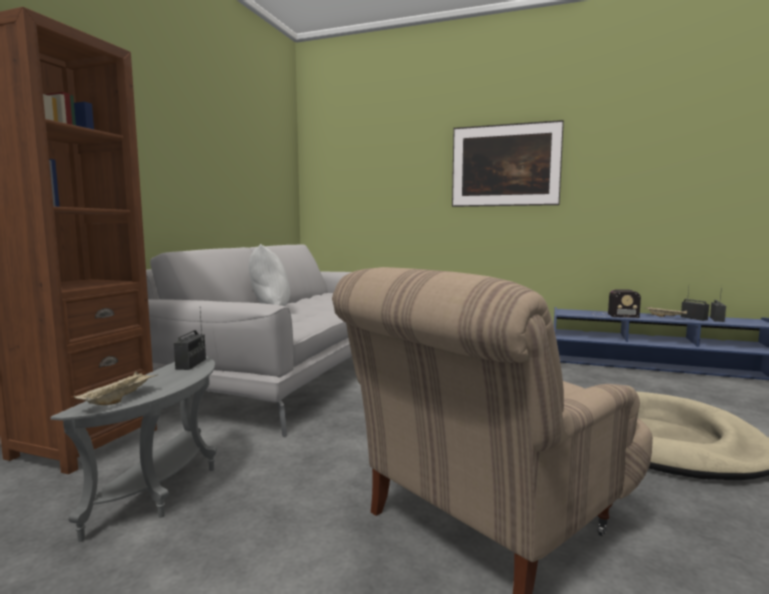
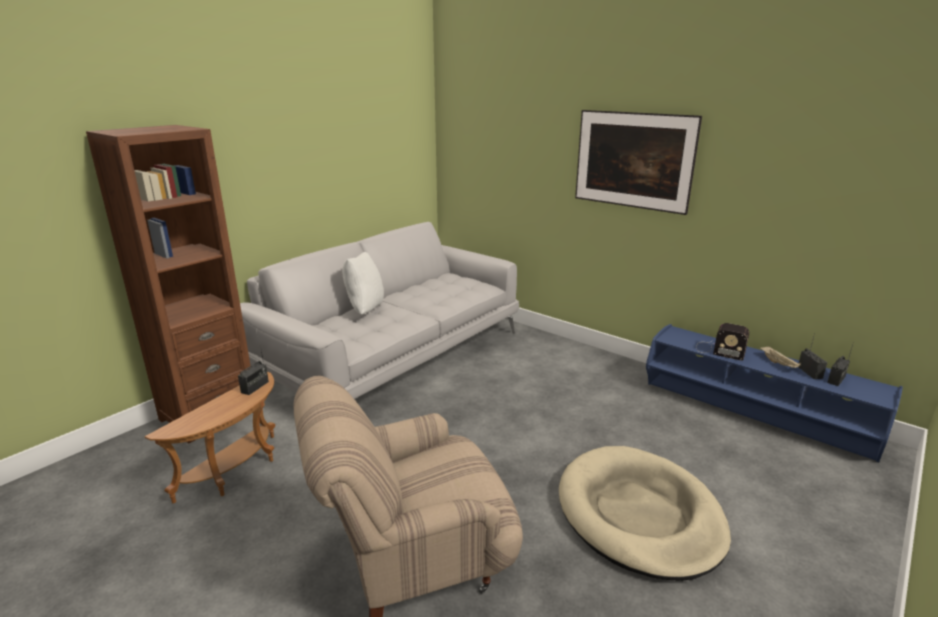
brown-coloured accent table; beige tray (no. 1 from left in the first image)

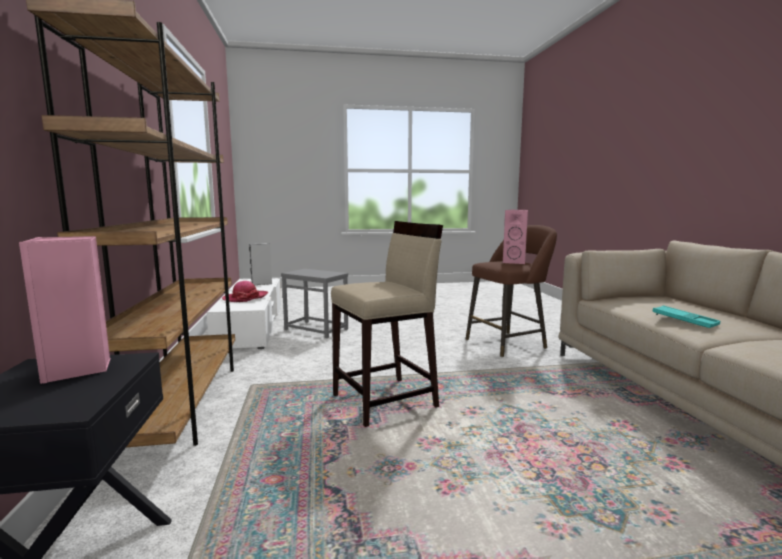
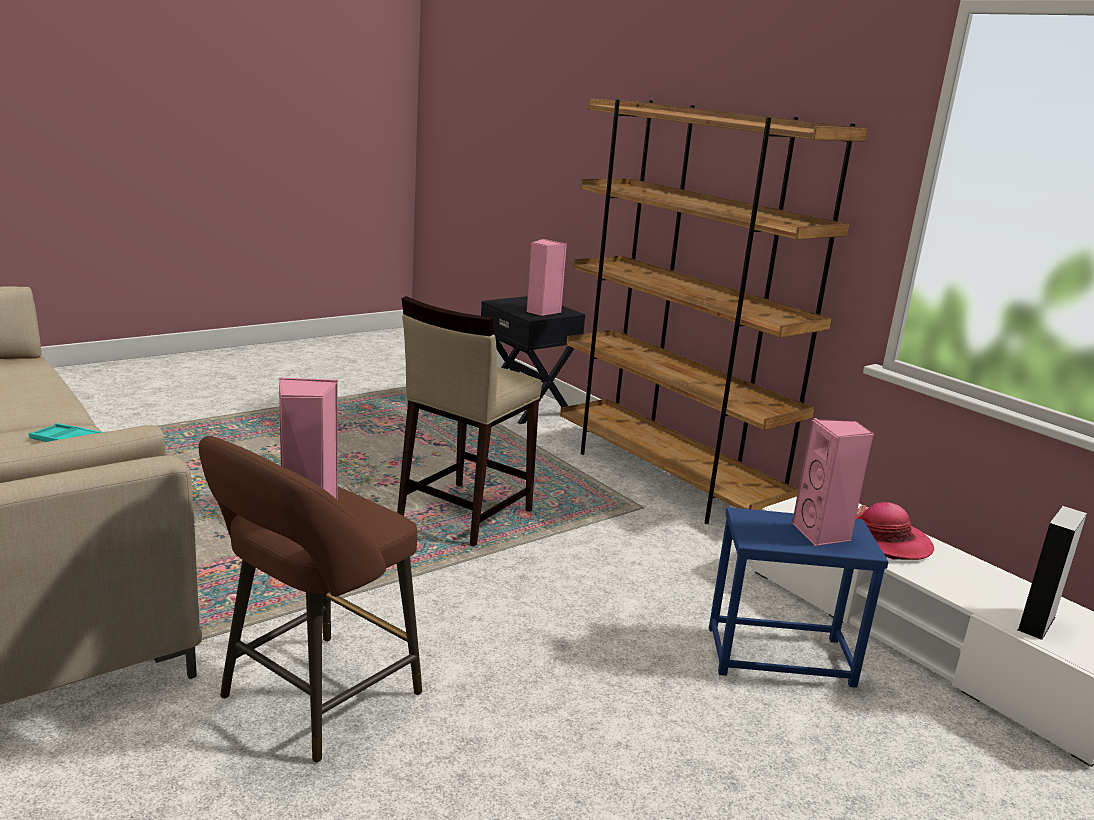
bluish accent table; pinkish speaker (no. 3 from left)

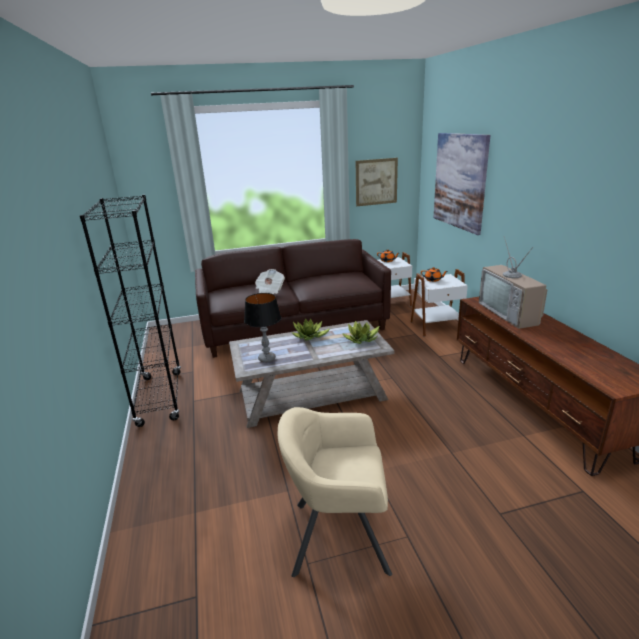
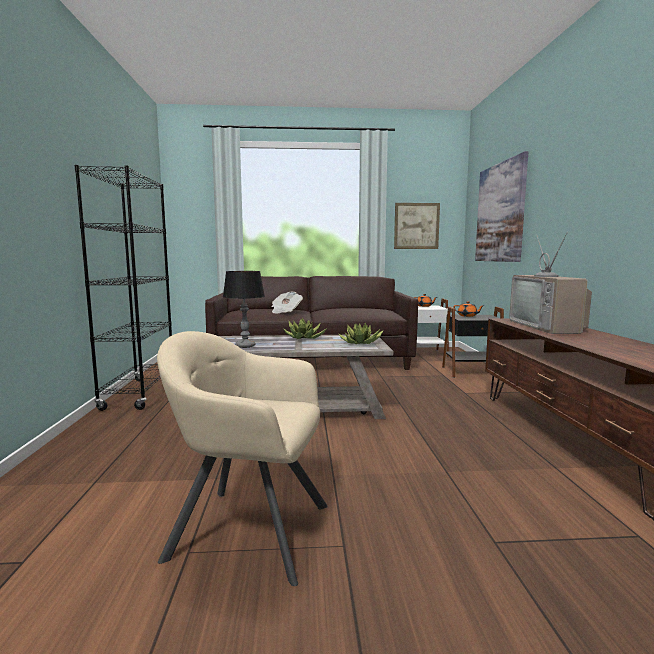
blackish accent table

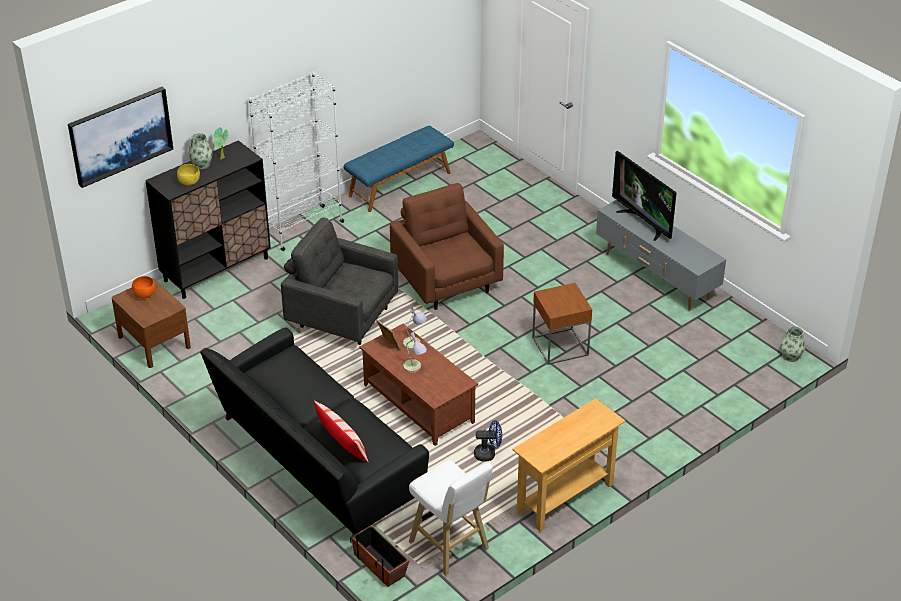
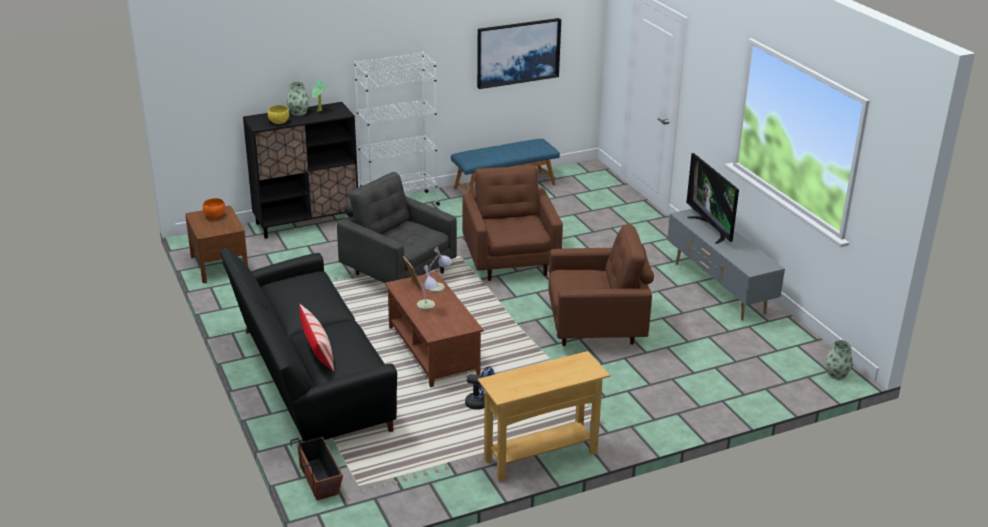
wall picture; brown-coloured lounge chair (no. 2 from left); whitish stool seat

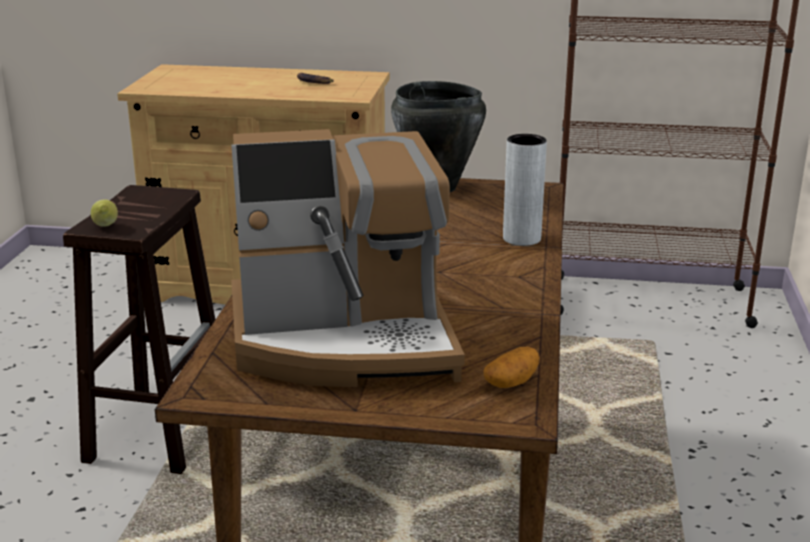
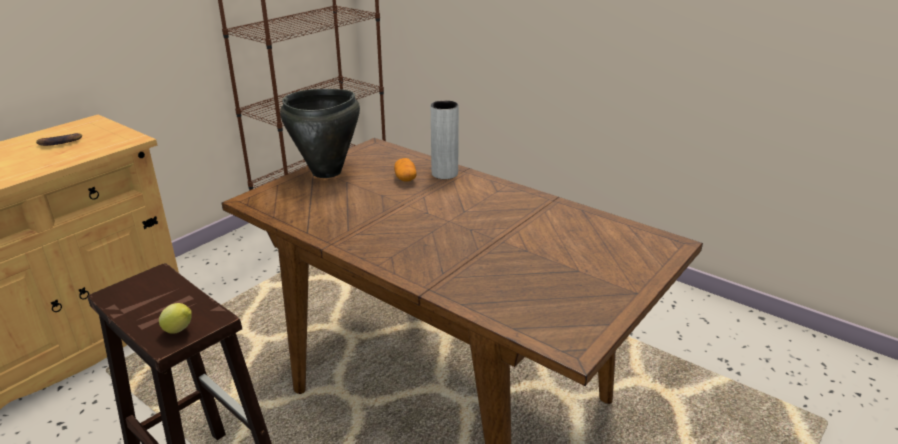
coffee brewer; spud

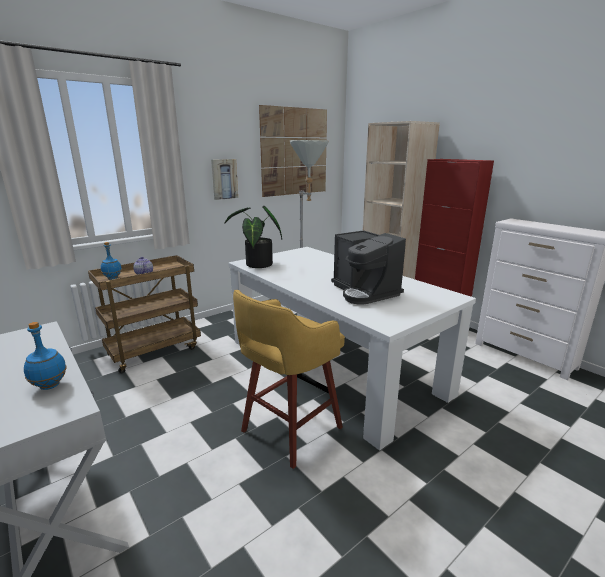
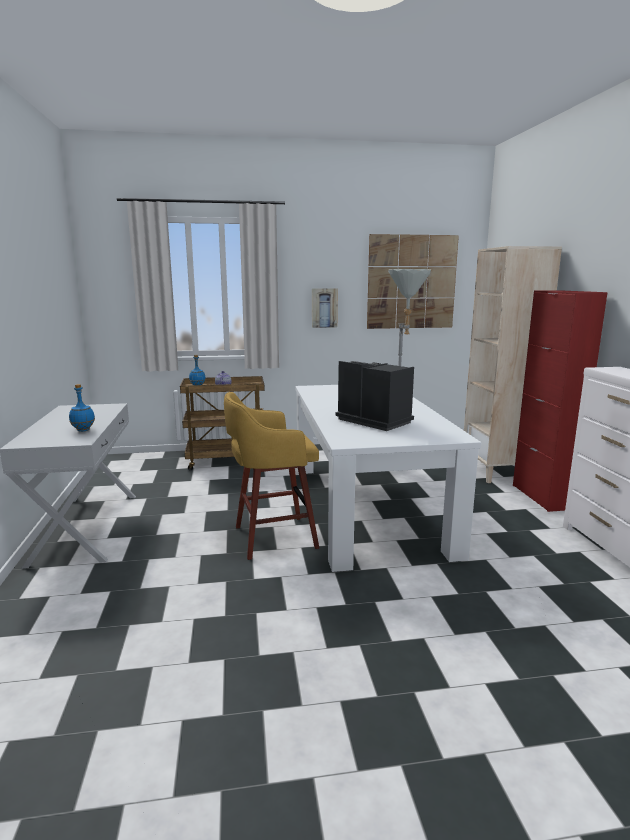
potted plant; coffee brewer

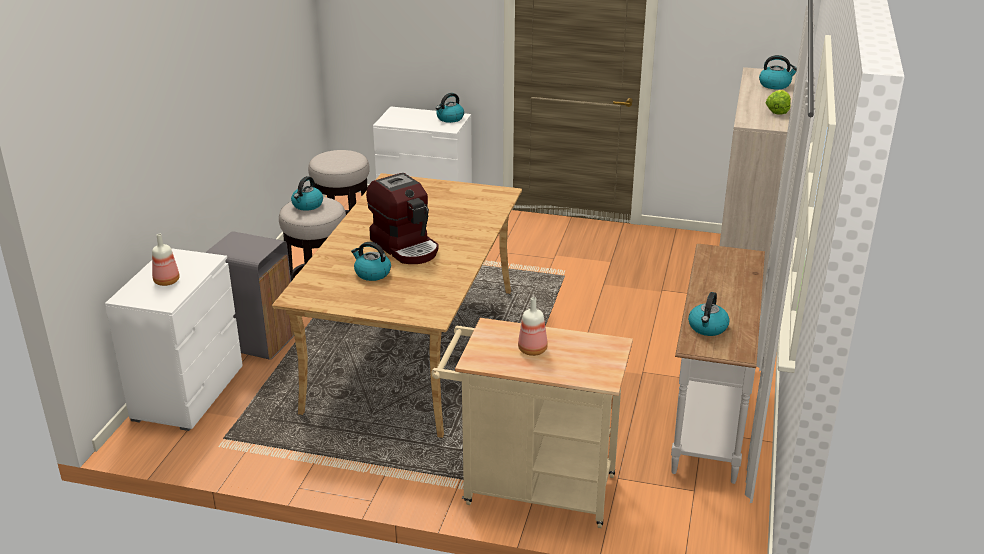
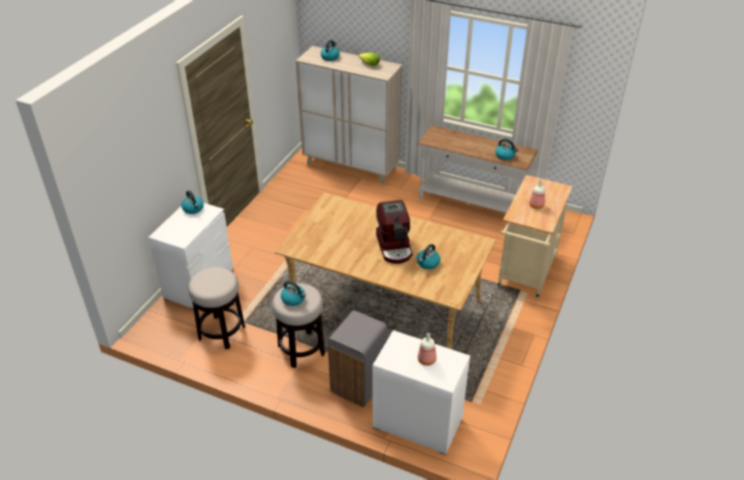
coffee brewer

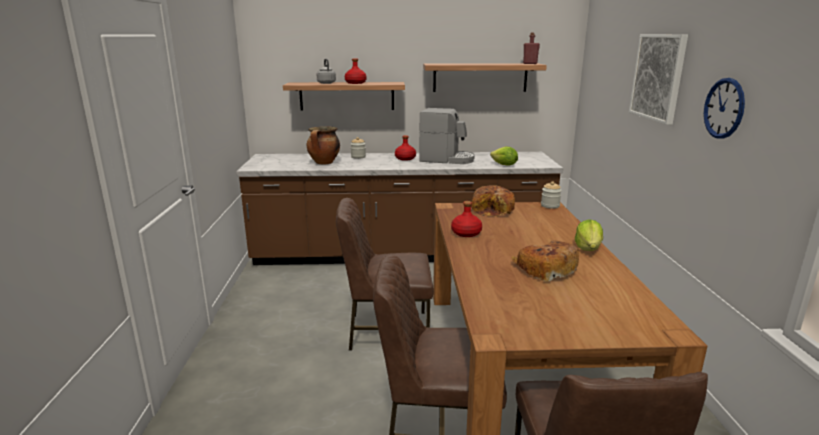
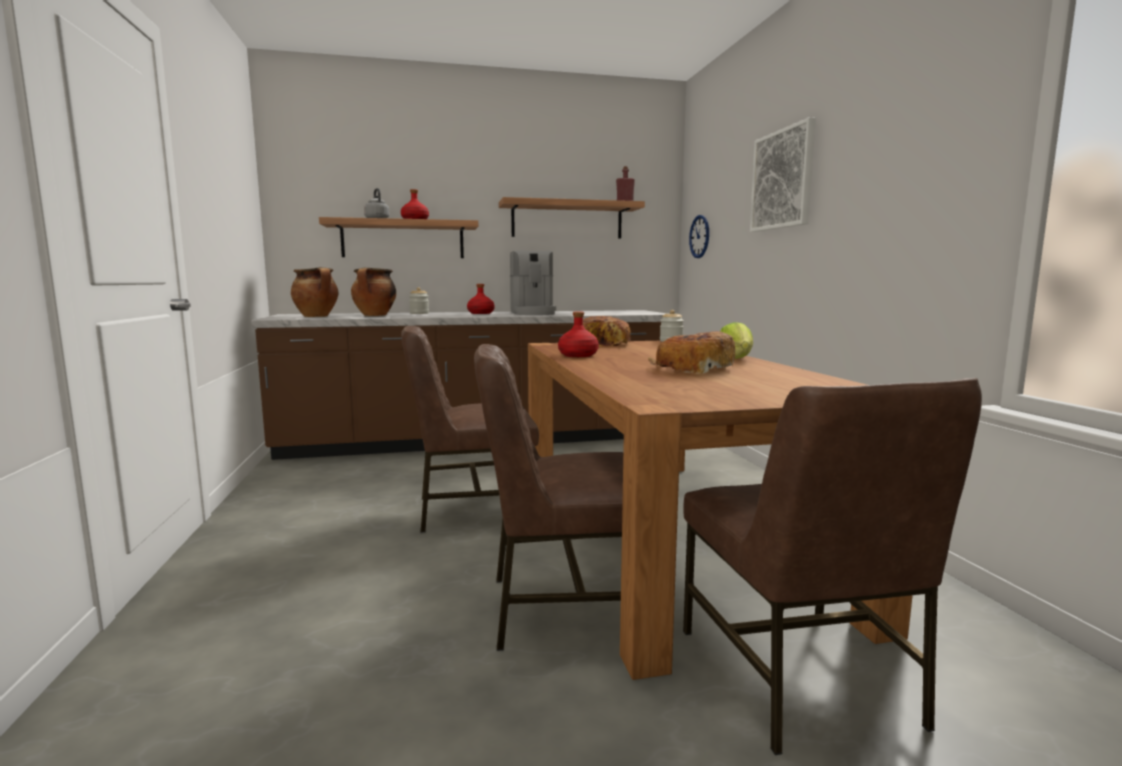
clock on the wall; coffee brewer; lettuce head (no. 1 from left in the first image); cooking pot (no. 1 from left)

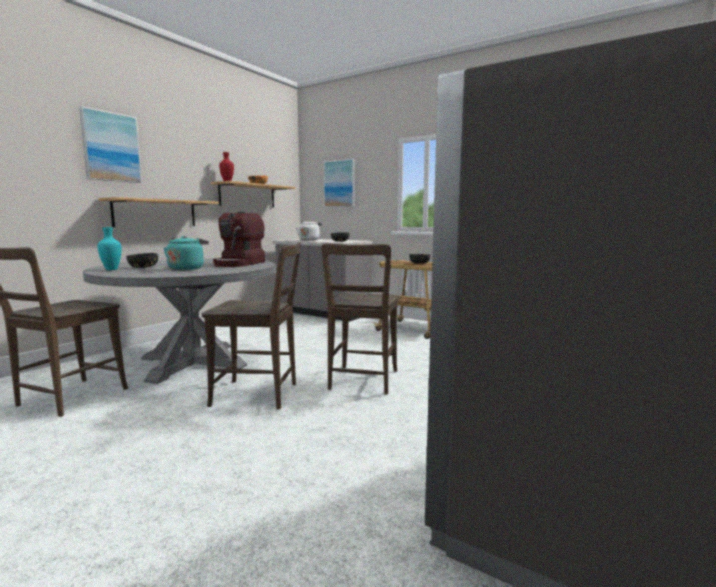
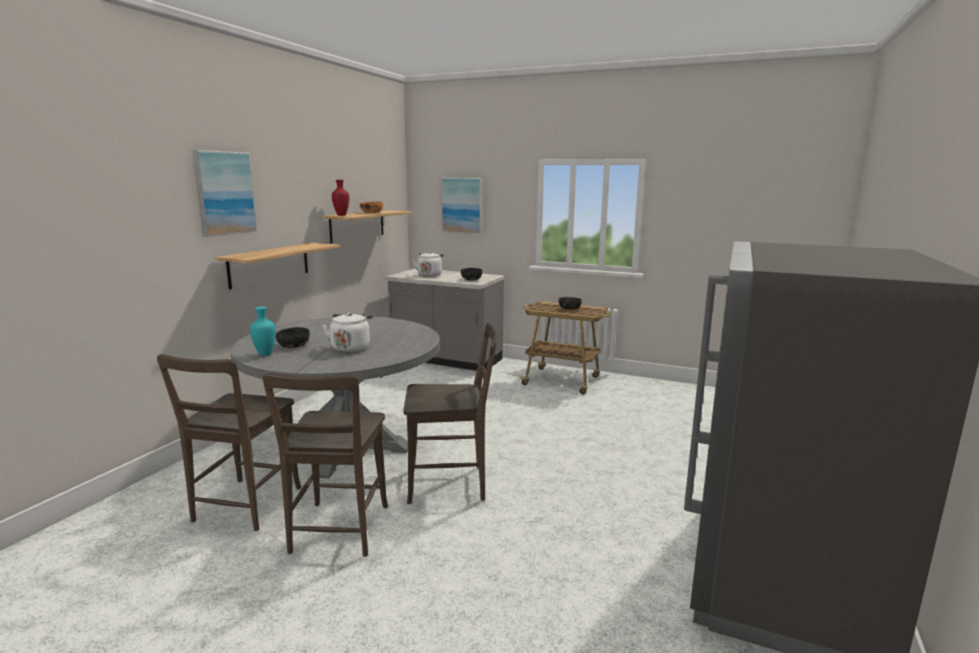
coffee brewer; whitish water kettle (no. 1 from left); brown-coloured chair (no. 2 from left)

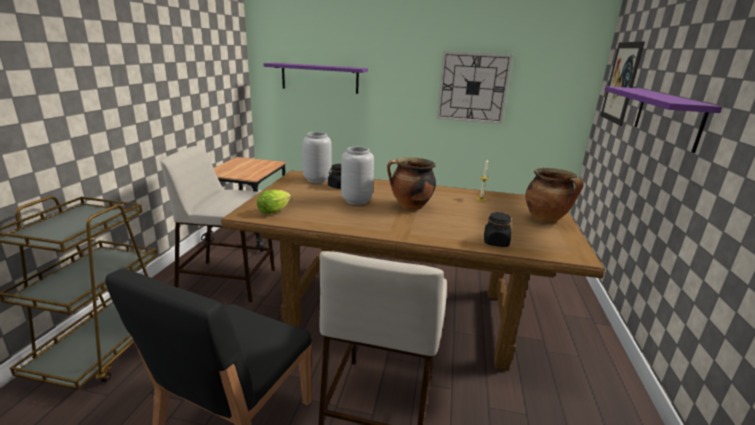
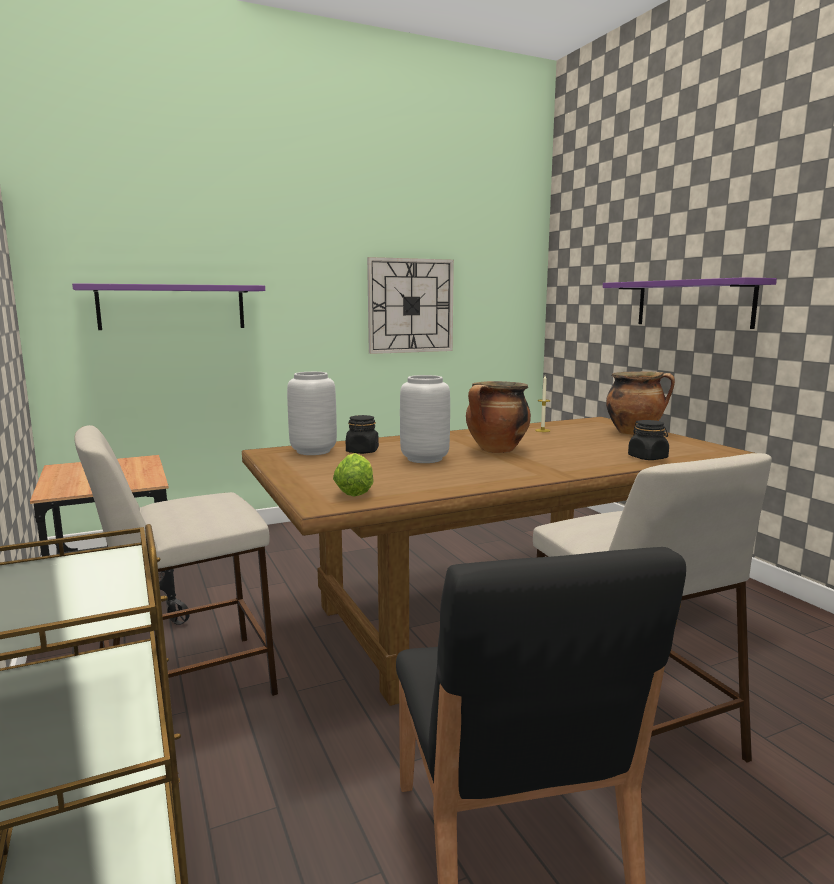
wall picture

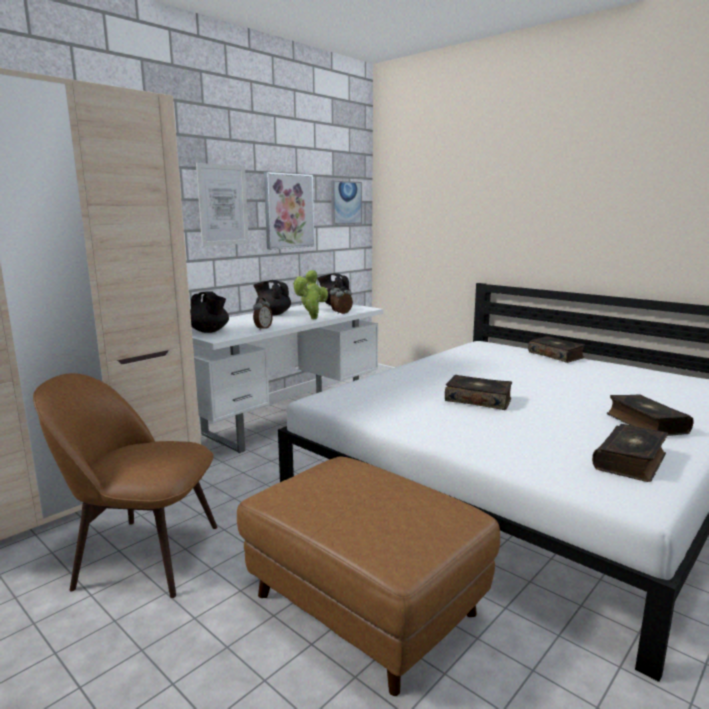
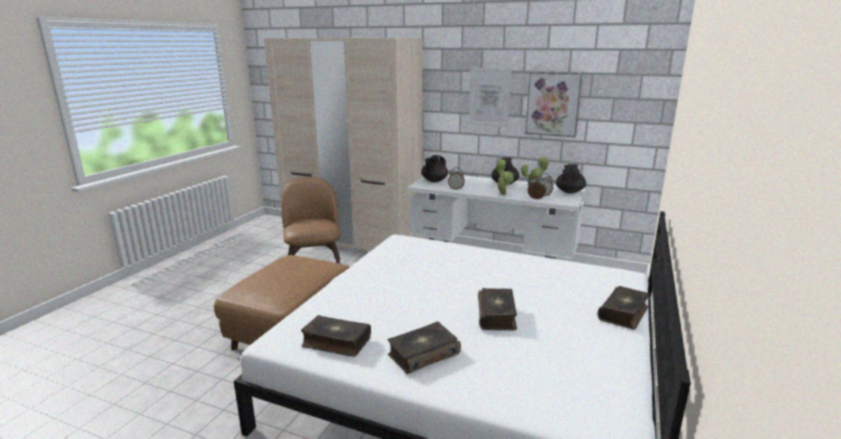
wall picture (no. 3 from left in the first image); volume (no. 3 from left)

